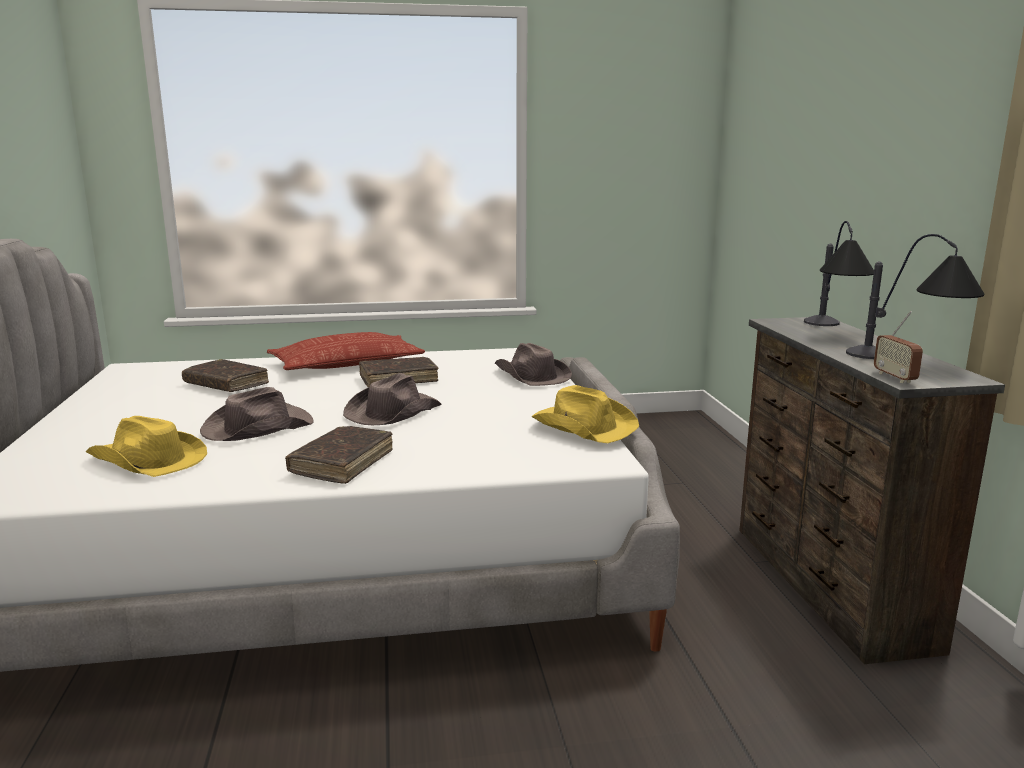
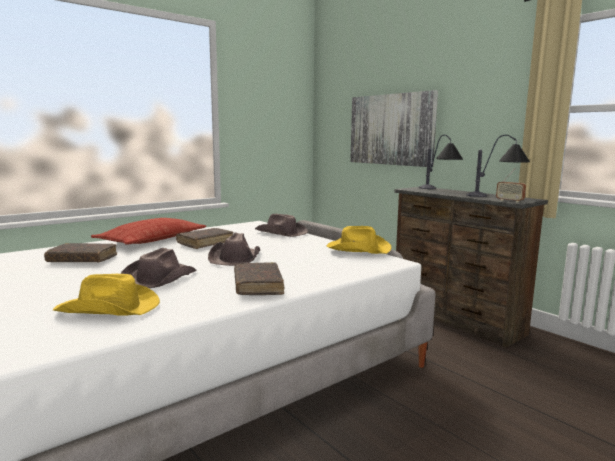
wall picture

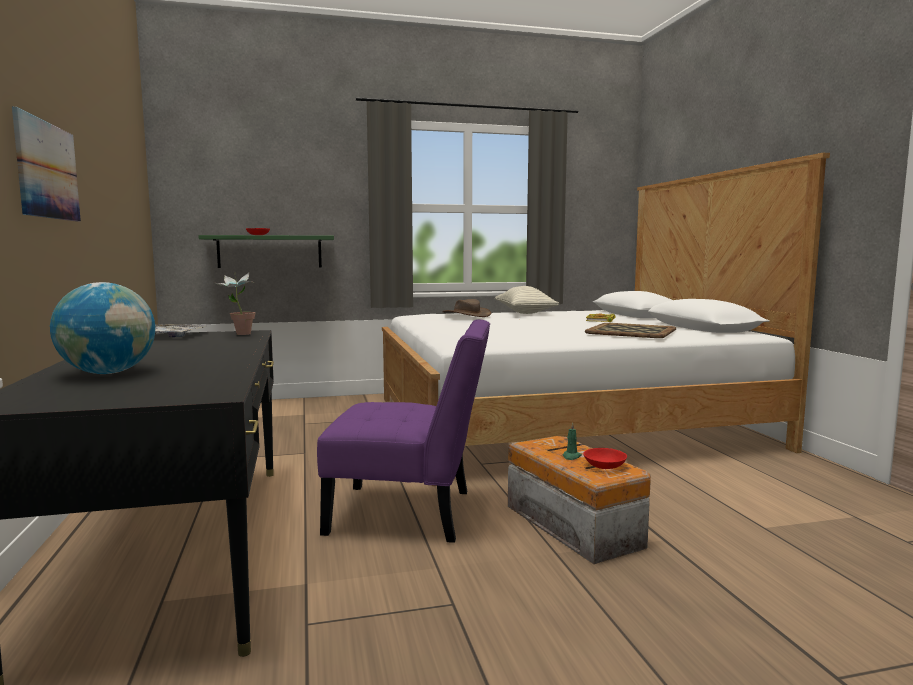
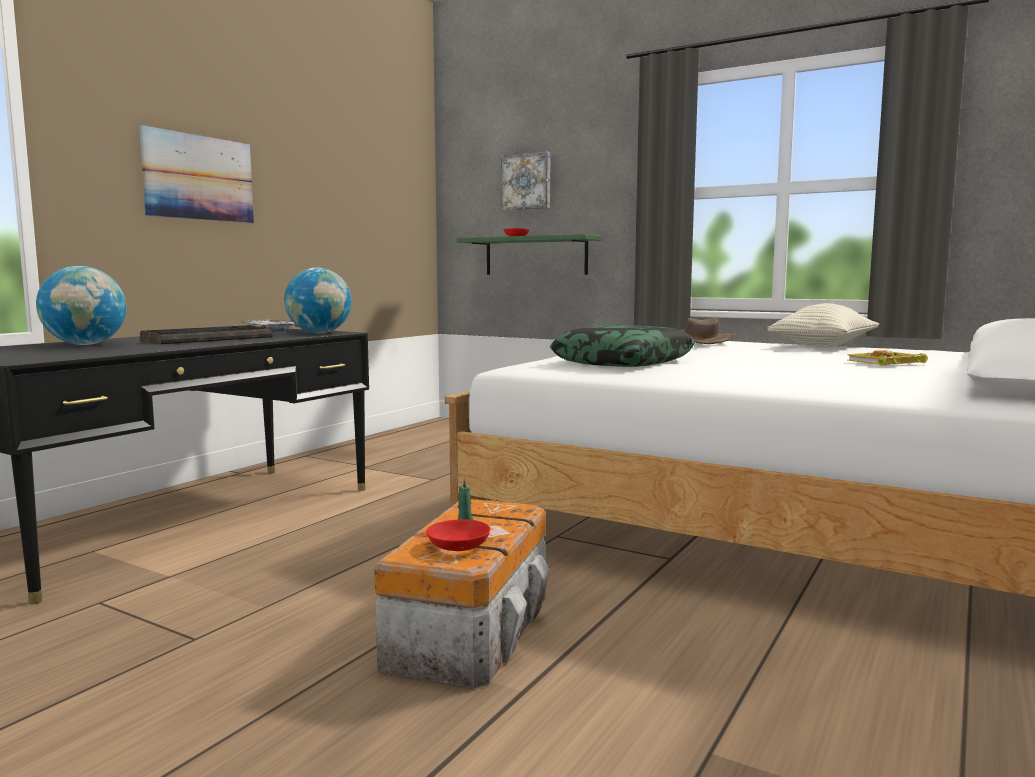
world globe (no. 2 from left); purplish chair; tray (no. 2 from left in the first image); wall picture (no. 2 from left); keyboard; throw pillow (no. 1 from left)

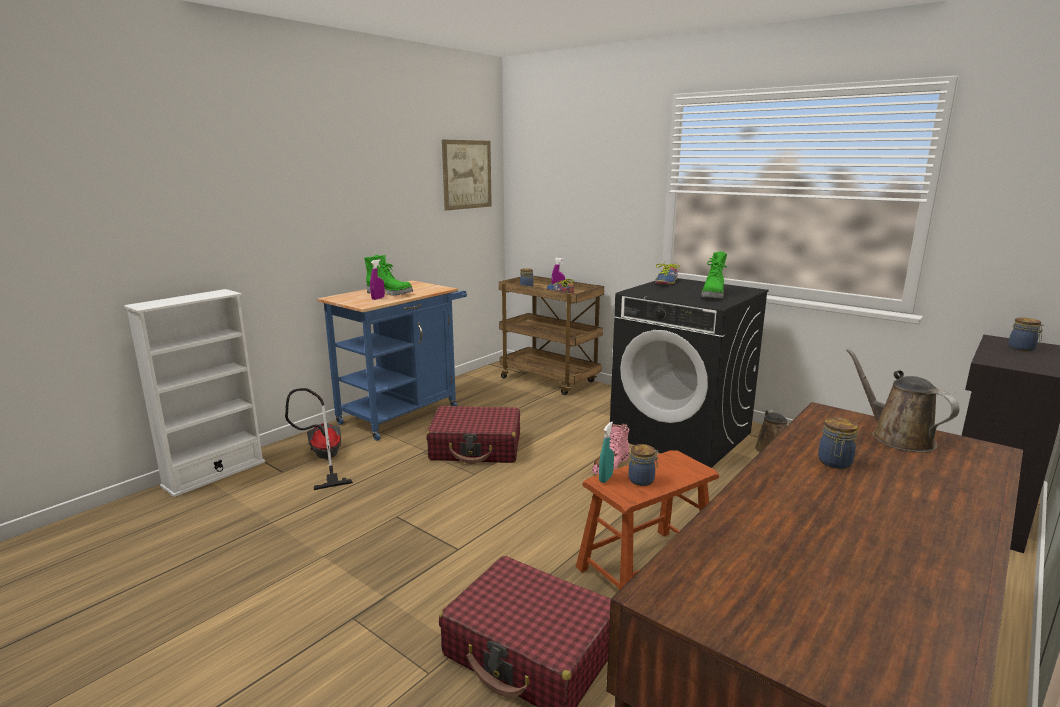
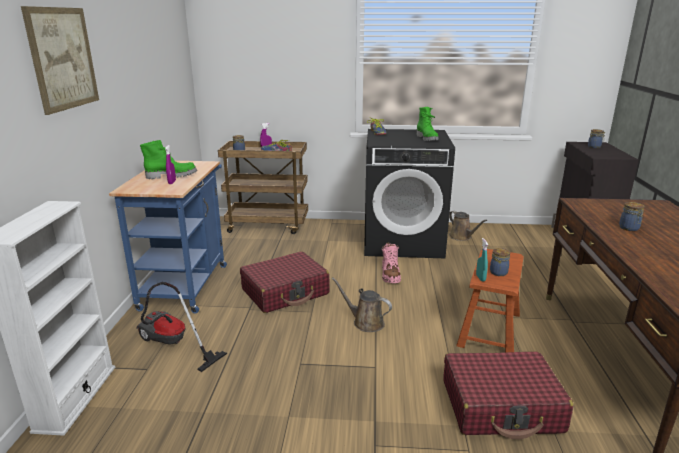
wall picture; brown-coloured watering pot (no. 1 from left)

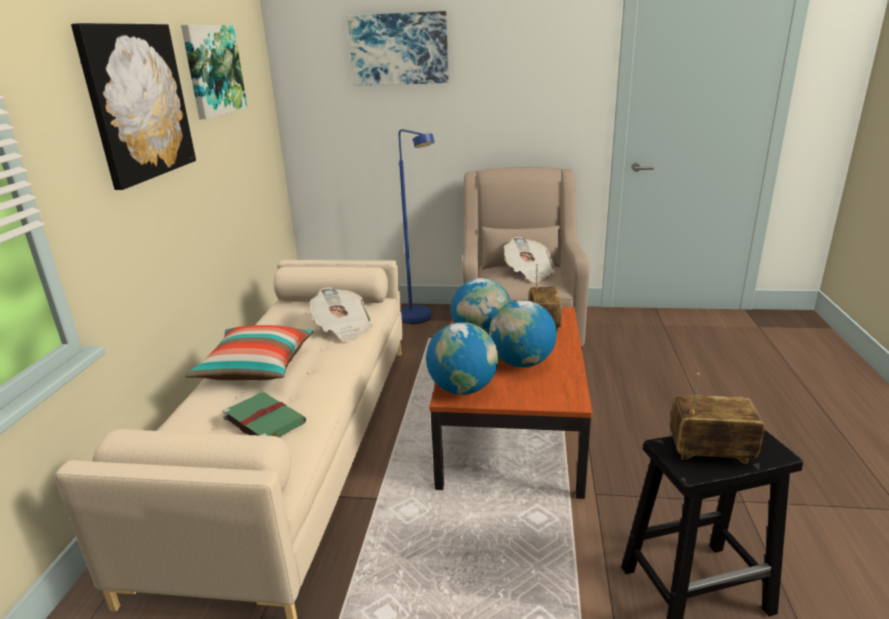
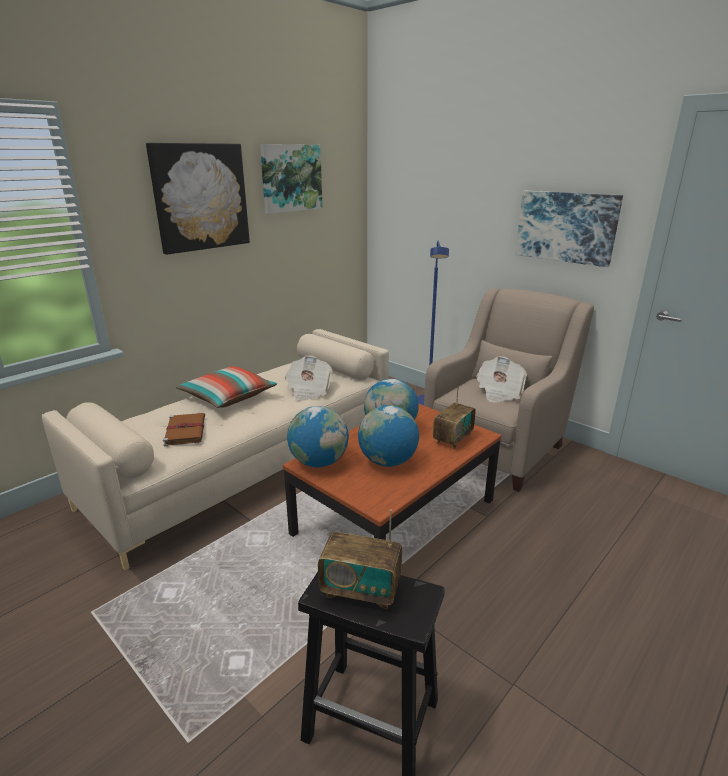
wall picture (no. 3 from left); radio receiver (no. 1 from left); brown-coloured volume

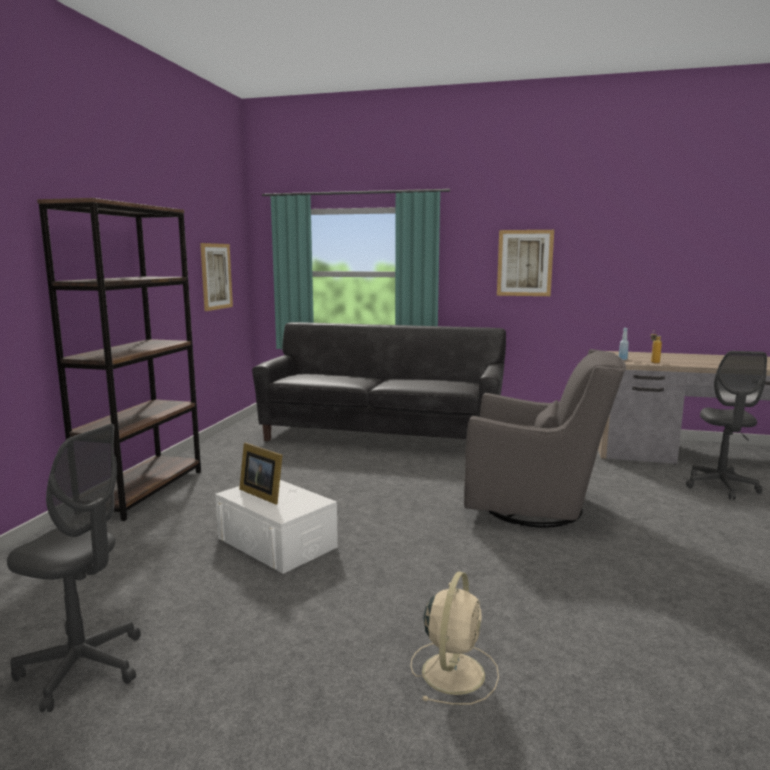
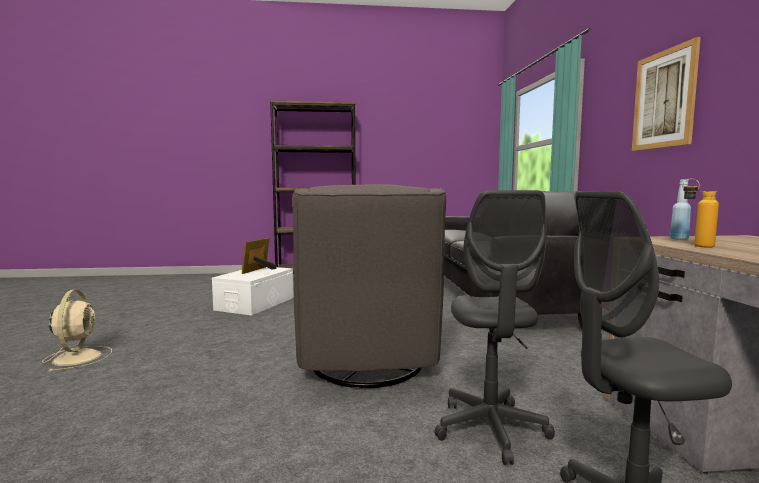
wall picture (no. 1 from left in the first image); greyish computer chair (no. 1 from left); beige cooling fan

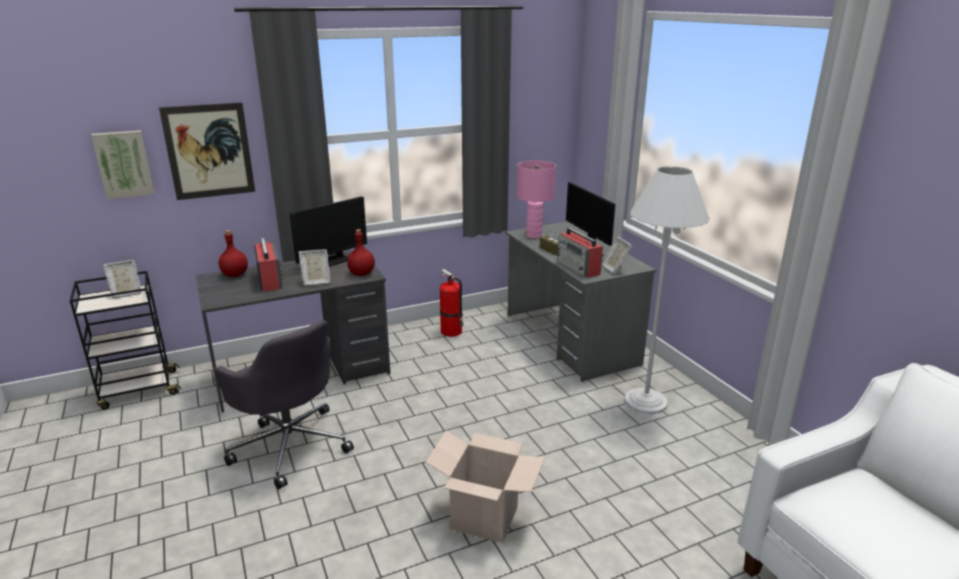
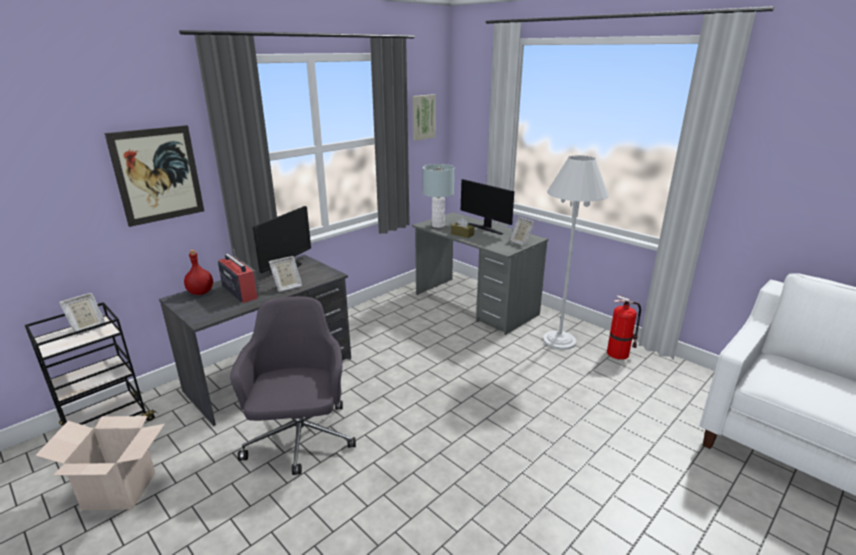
wall picture (no. 2 from left); greyish lamp for a table; radio receiver (no. 2 from left in the first image); red beverage bottle (no. 2 from left in the first image); extinguisher; greyish computer chair; packing box

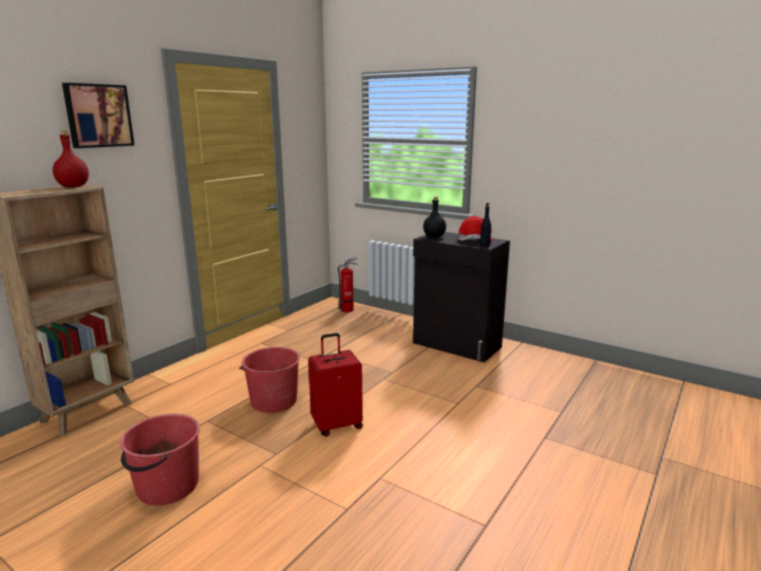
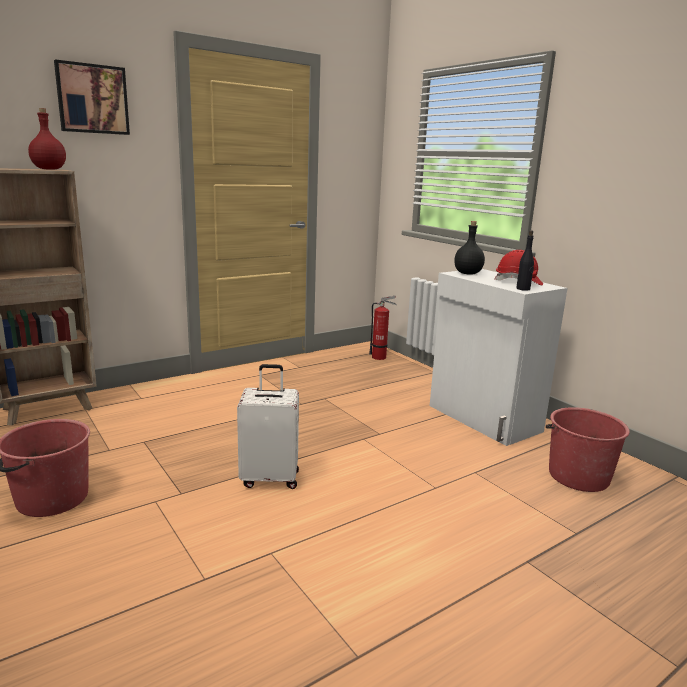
whitish cabinet; whitish piece of luggage; red water bucket (no. 2 from left)

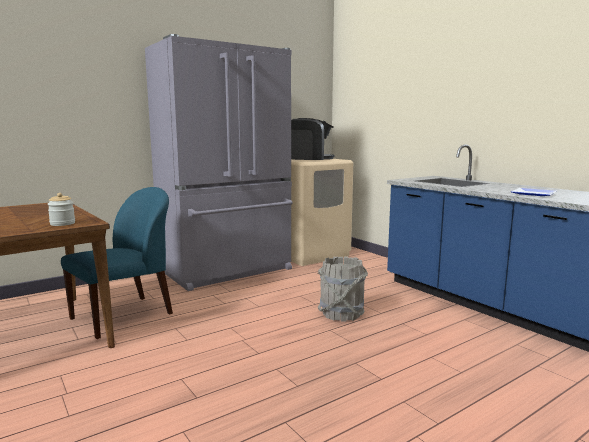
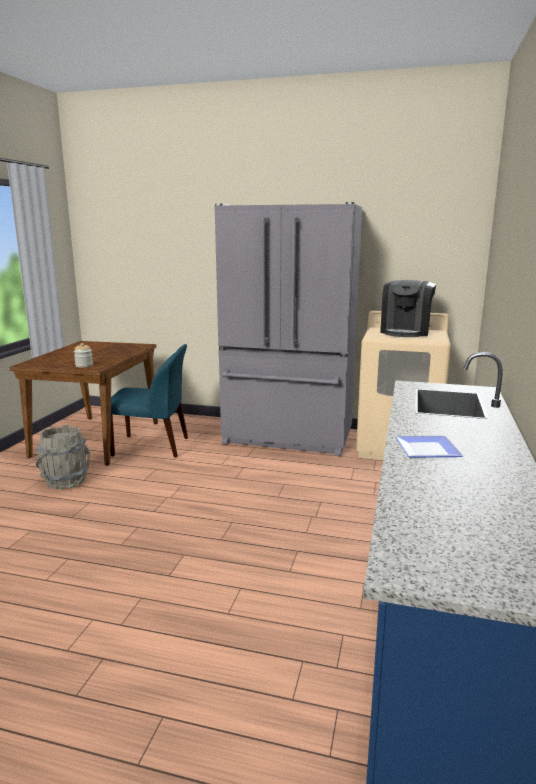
coffee brewer; greyish water bucket

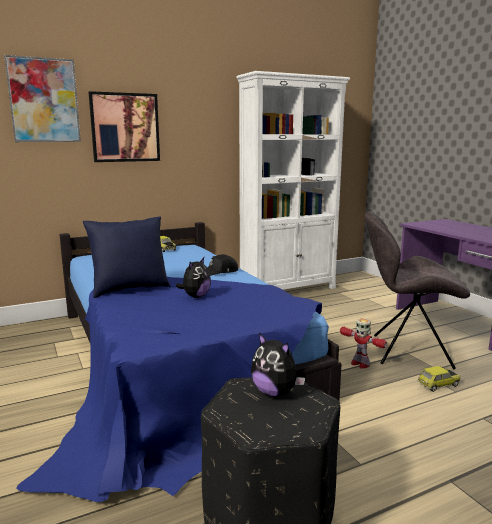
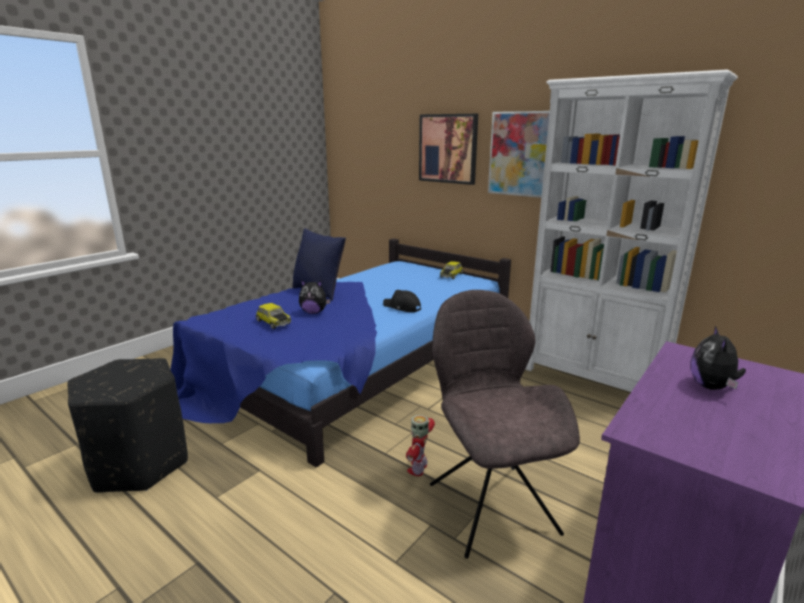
wall picture (no. 2 from left); plush toy (no. 2 from left); miniature car (no. 1 from left)

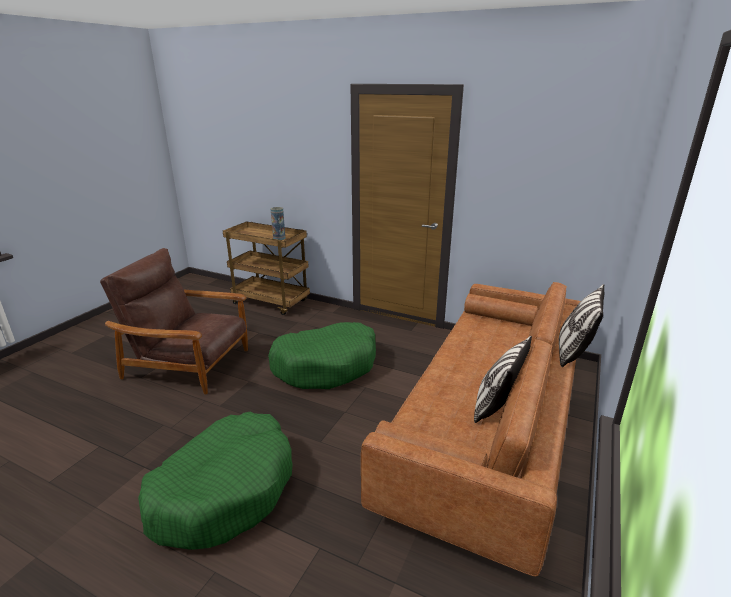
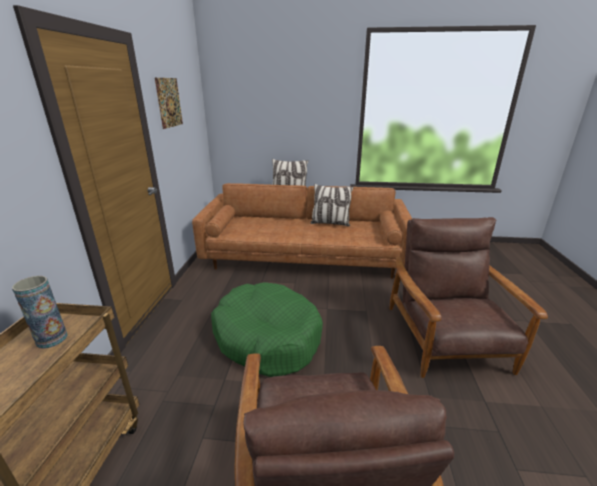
brown-coloured lounge chair (no. 2 from left); wall picture

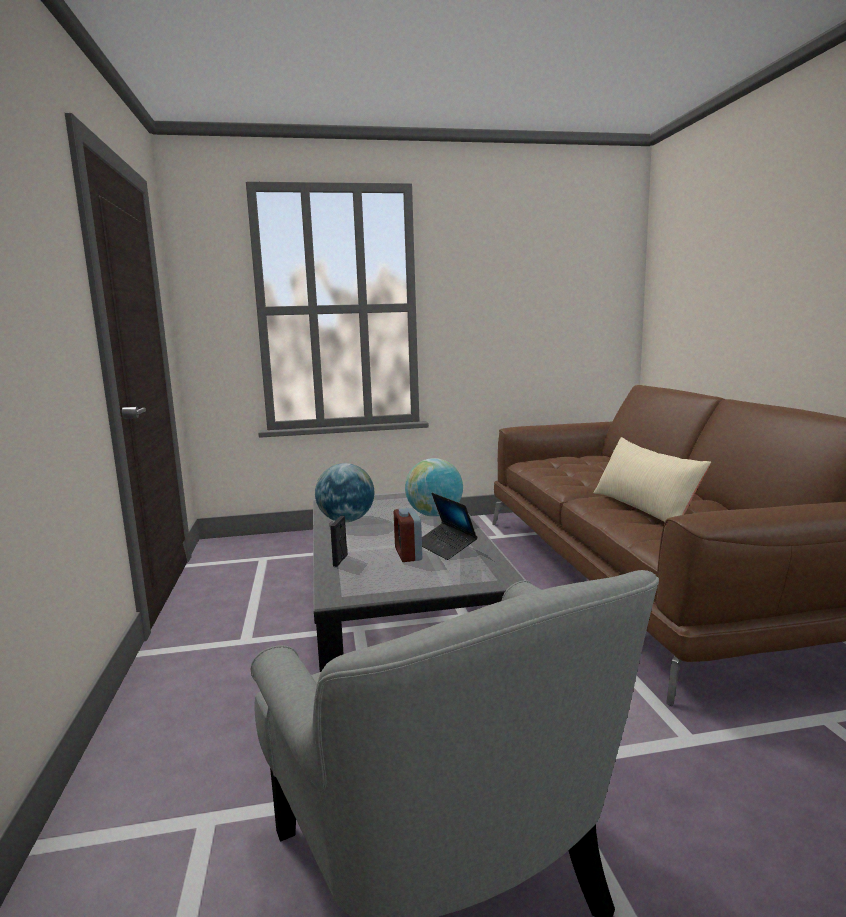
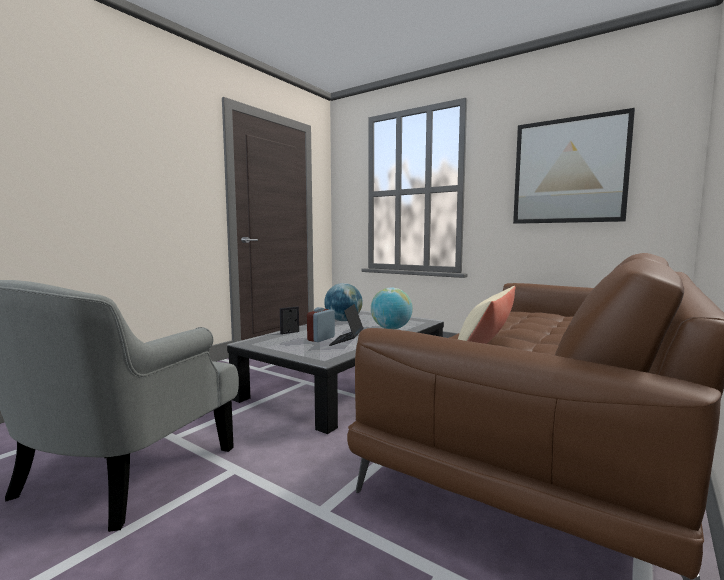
wall picture

